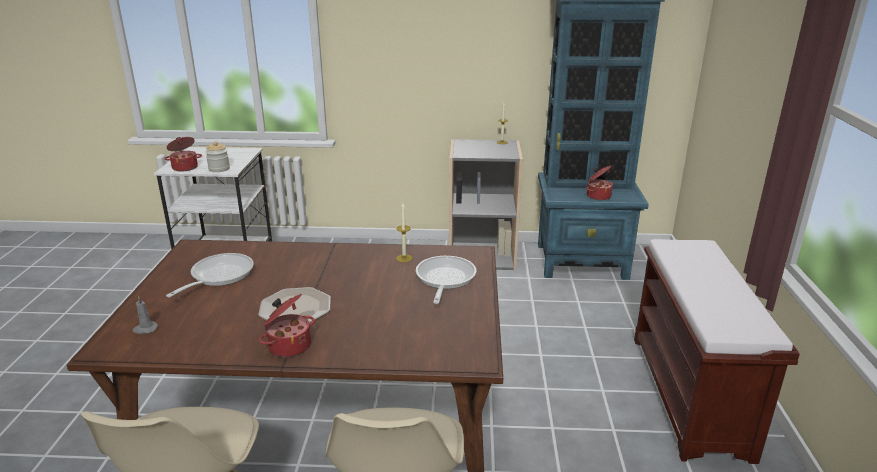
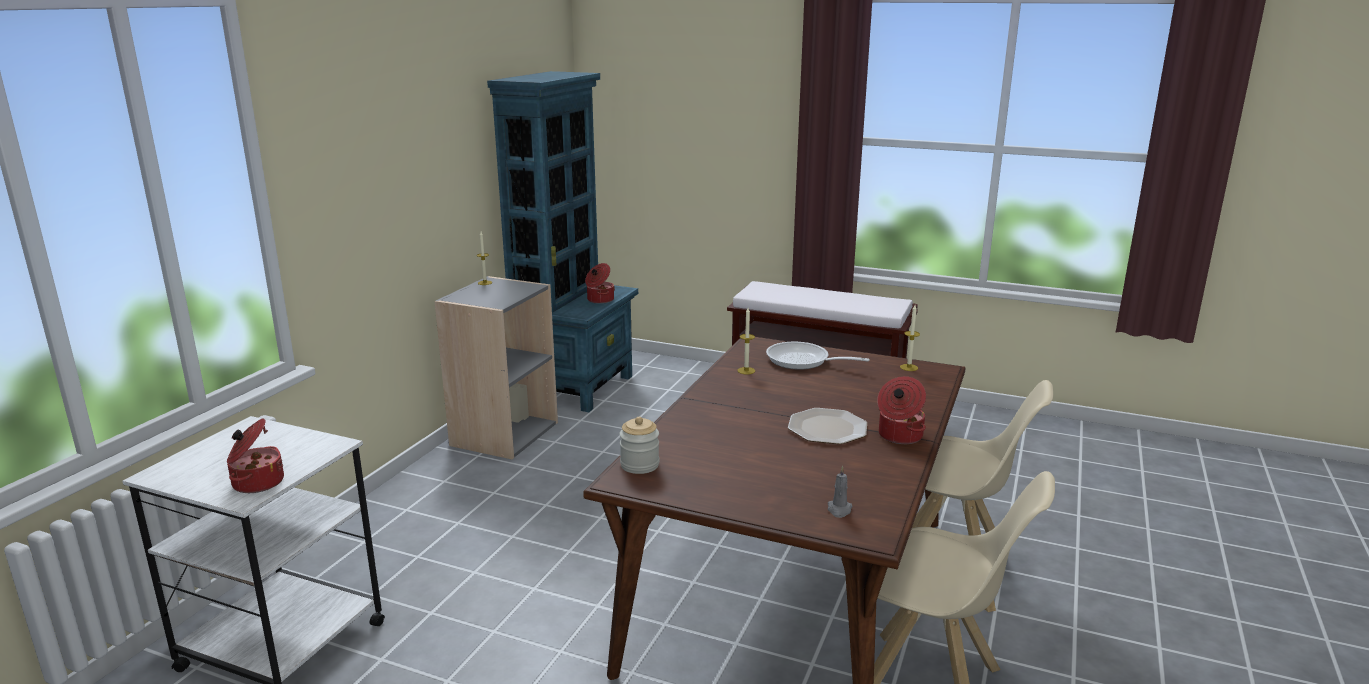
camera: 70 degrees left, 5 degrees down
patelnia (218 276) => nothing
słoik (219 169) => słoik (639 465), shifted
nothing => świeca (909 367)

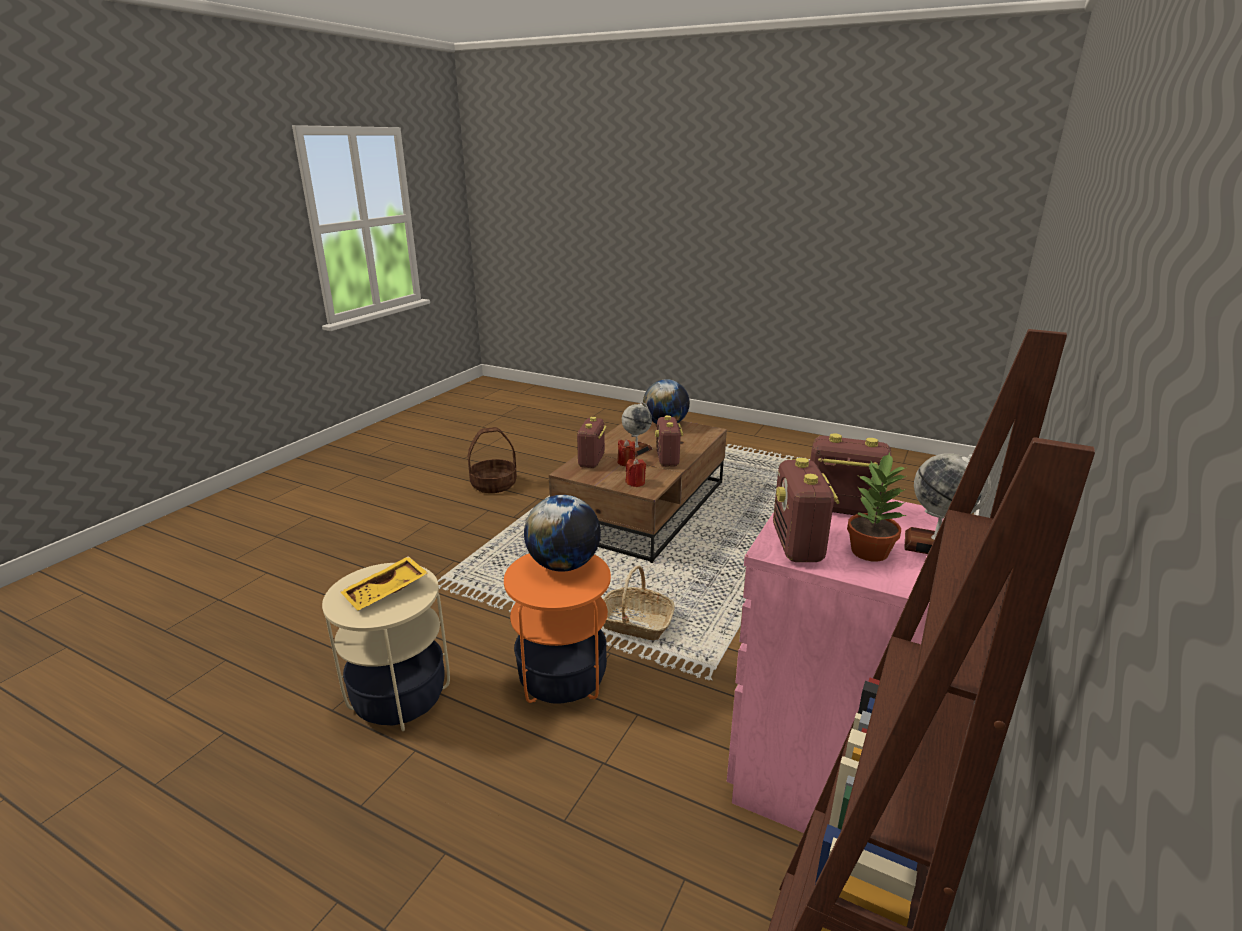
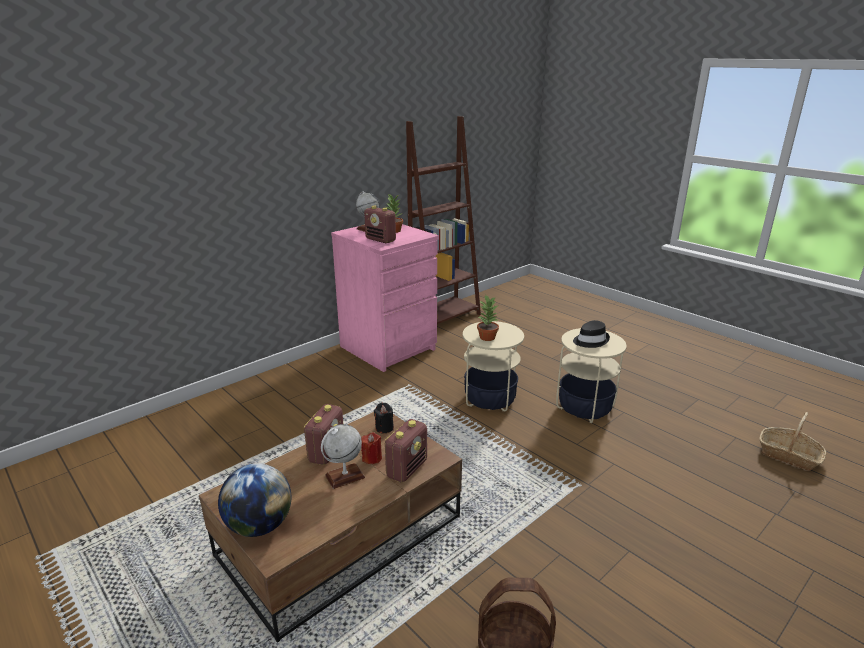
camera: 160 degrees left, 0 degrees up
taca [żółty] (386 592) => kapelusz [czarny] (590 340)
stolik [pomarańczowy] (562 680) => stolik [beżowy] (490 400)
globus (564 565) => roślina doniczkowa (487 337)
koszyk (635 623) => koszyk (788 455), shifted
świeca [czerwony] (635 483) => świeca [czarny] (384 428)
radio (798 545) => nothing

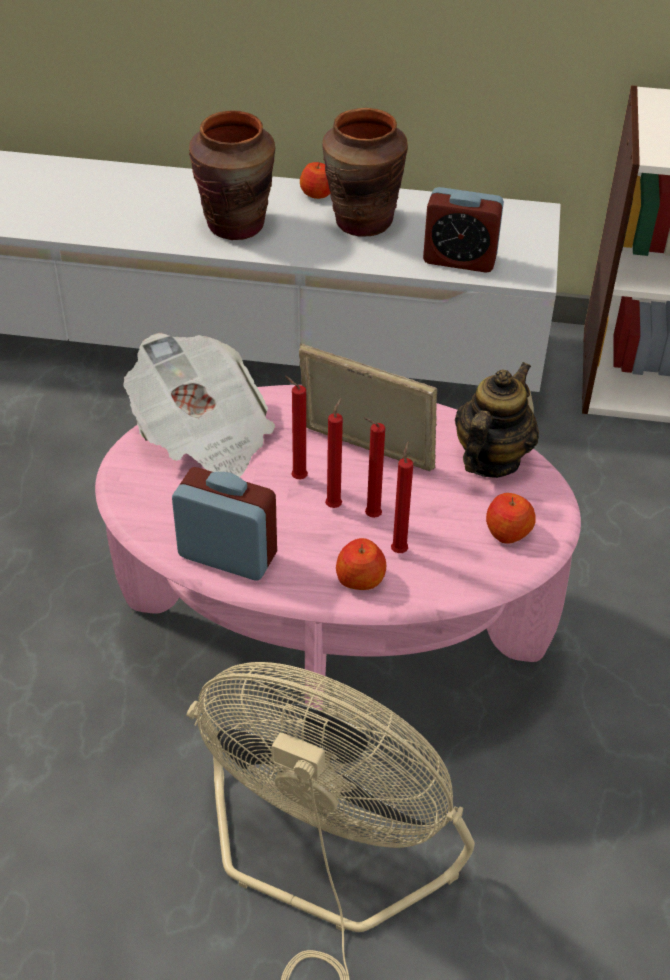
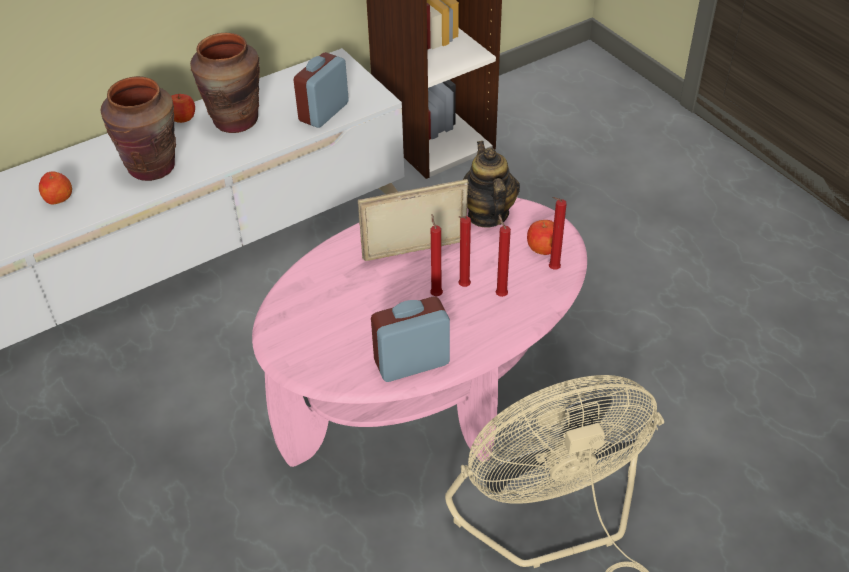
camera: 40 degrees left, 0 degrees up
gazeta (203 435) => nothing
świeca [czerwony] (297 477) => świeca [czerwony] (552 269), shifted
jabłko (360 578) => jabłko (58 198), shifted
budzik (459 259) => budzik (324 112), 150 degrees clockwise

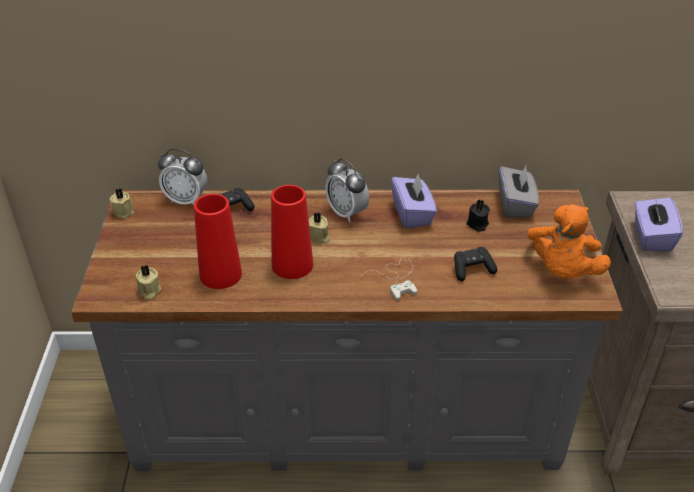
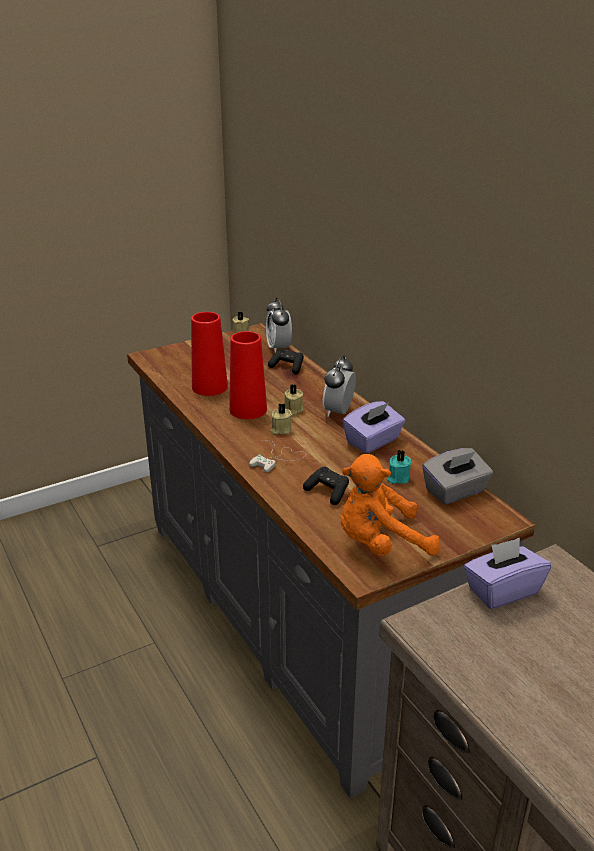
camera: 60 degrees right, 10 degrees down
świeca [beżowy] (149 291) => świeca [beżowy] (280 429), shifted
świeca [czarny] (477 224) => świeca [turkusowy] (397 478)

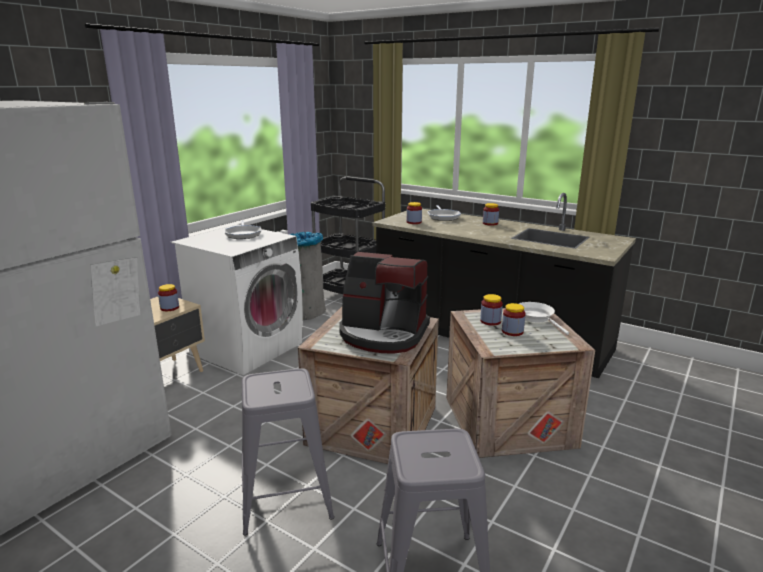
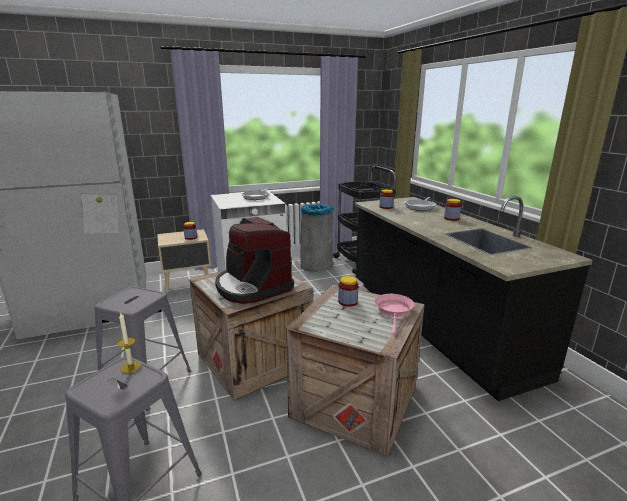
camera: 35 degrees right, 0 degrees up
słoik (512 331) => nothing
patelnia [biały] (536 318) => patelnia [różowy] (394 312)
nothing => świeca (131 367)

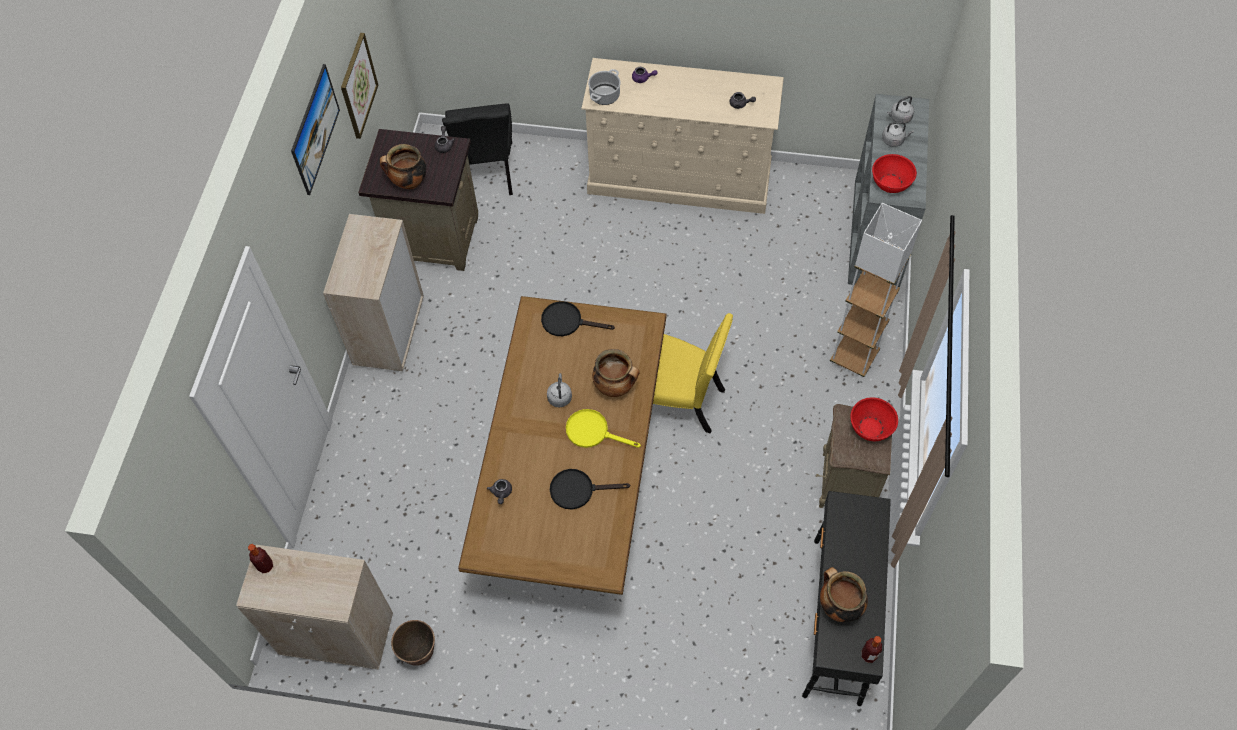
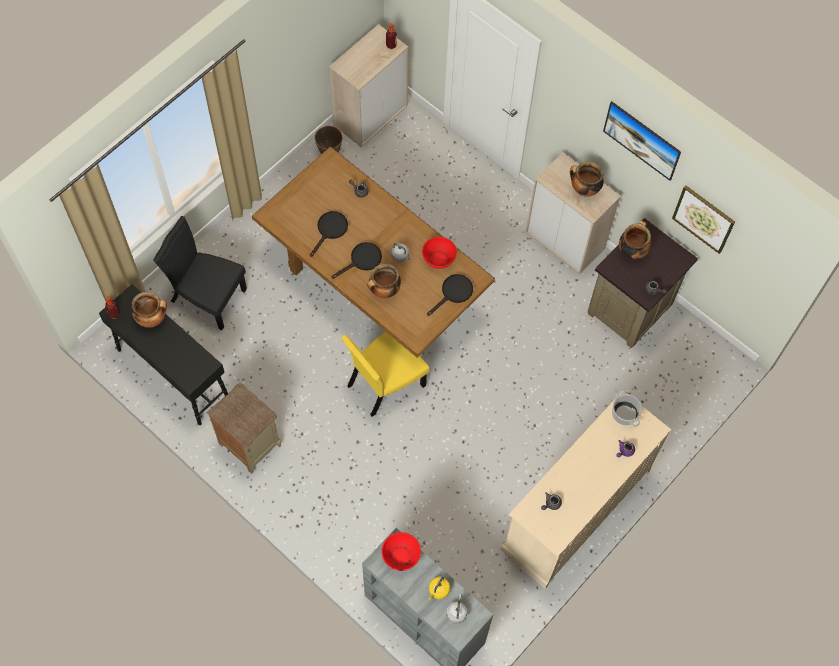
camera: 120 degrees right, 5 degrees up
krzesło [czarny] (486 169) => krzesło [czarny] (209 298), shifted
patelnia [żółty] (593 431) => patelnia [czarny] (362 260)
lampa stojąca [biały] (854 357) => nothing
miska [czerwony] (871 428) => miska [czerwony] (438 259), shifted
czajnik [szary] (894 140) => czajnik [żółty] (438 590)
nothing => garnek (584 189)

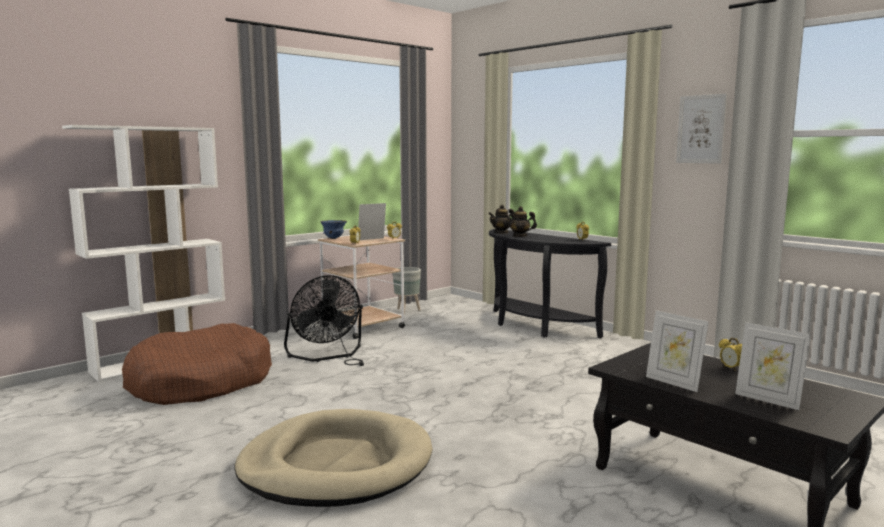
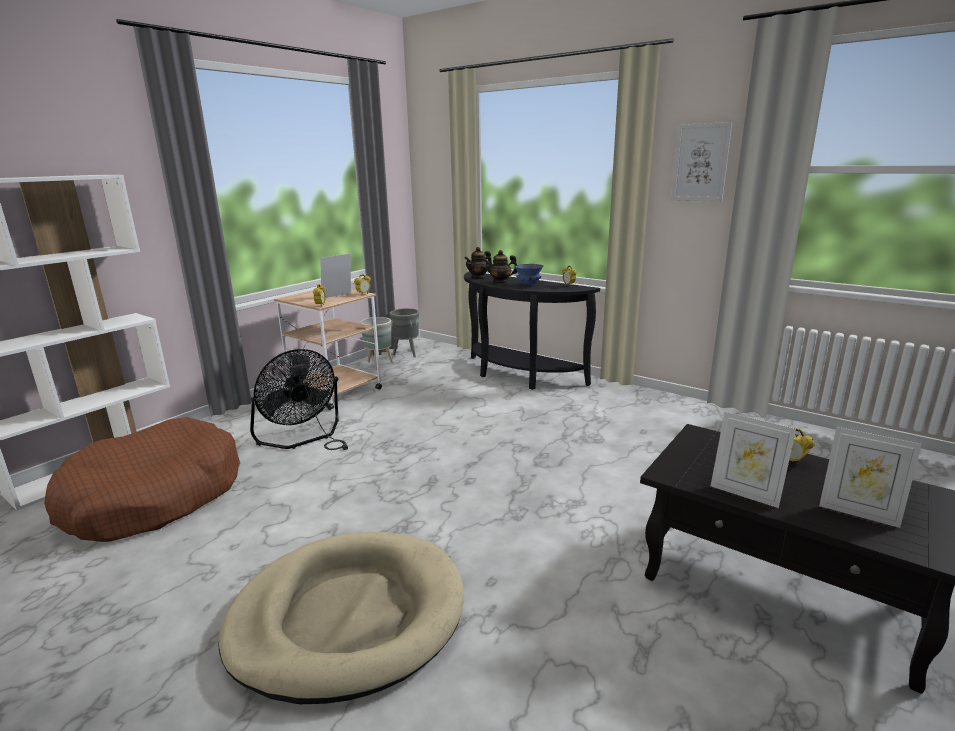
camera: 10 degrees left, 10 degrees up
miska [niebieski] (334 238) => miska [niebieski] (528 285), shifted
nothing => donica [szary] (406 354)

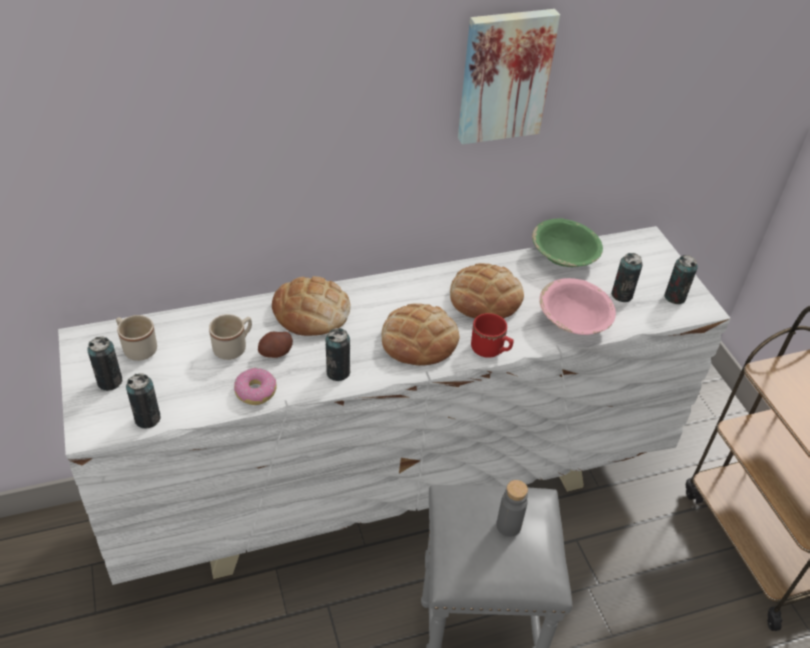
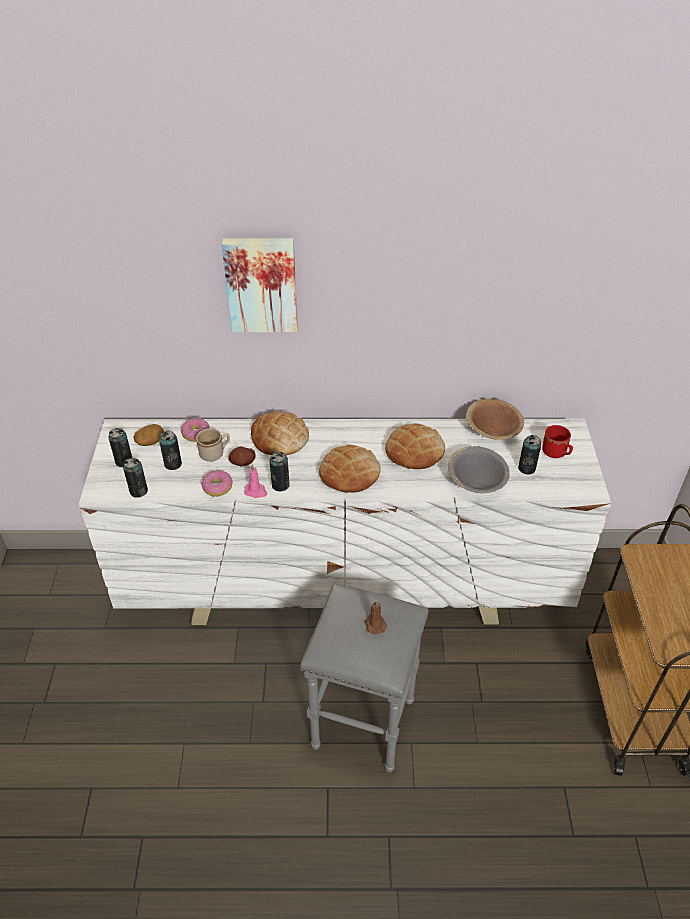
camera: 20 degrees right, 0 degrees up
kubek [beżowy] (137 348) => ziemniak (150 441)
obraz (504 75) => obraz (261 284), shifted
kubek [czerwony] (491 350) => kubek [czerwony] (556 453), shifted
butelka [szary] (508 526) => świeca [brązowy] (375 624)
miska [zielony] (564 257) => miska [brązowy] (493 430)
miska [różowy] (573 321) => miska [szary] (476 481)
puszka (674 297) => puszka (173 464), shifted
nothing => donut (195 434)
nothing => świeca [różowy] (256 491)

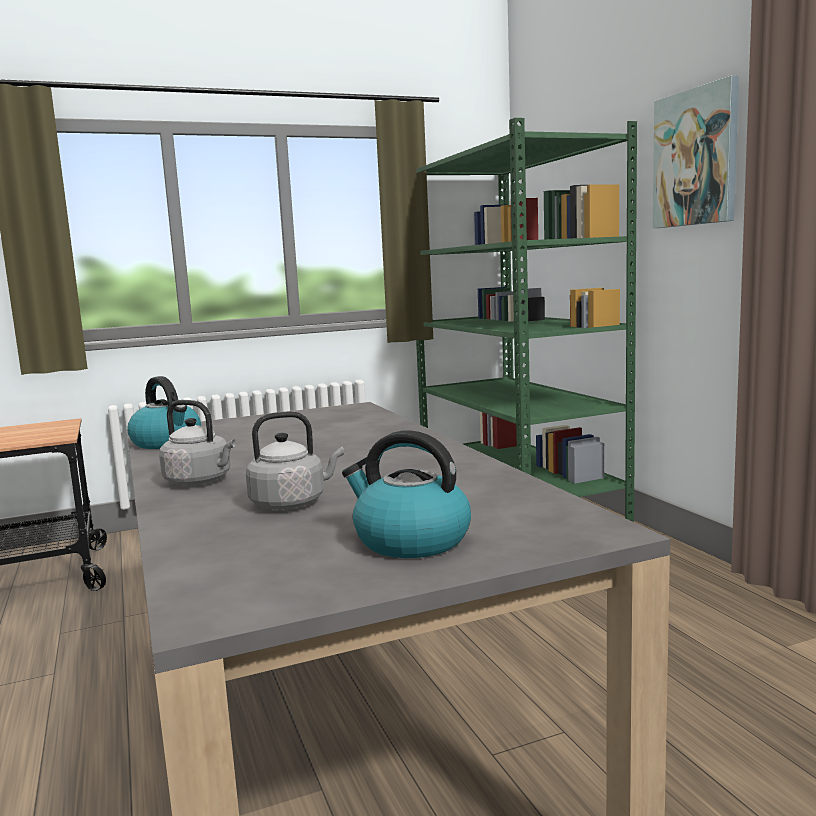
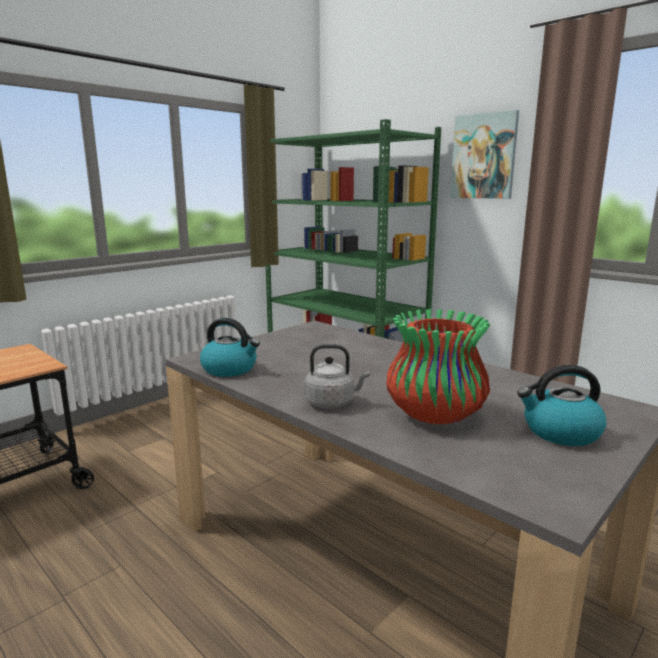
camera: 25 degrees left, 5 degrees up
czajnik [szary] (292 503) => wazon (434 413)

